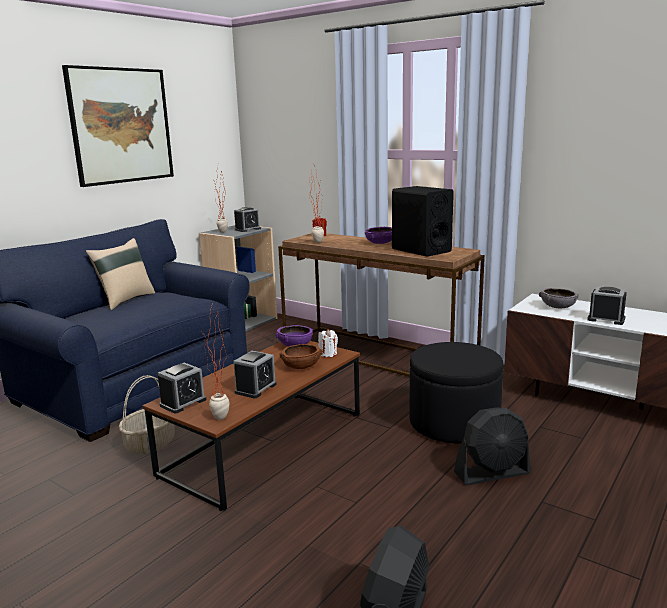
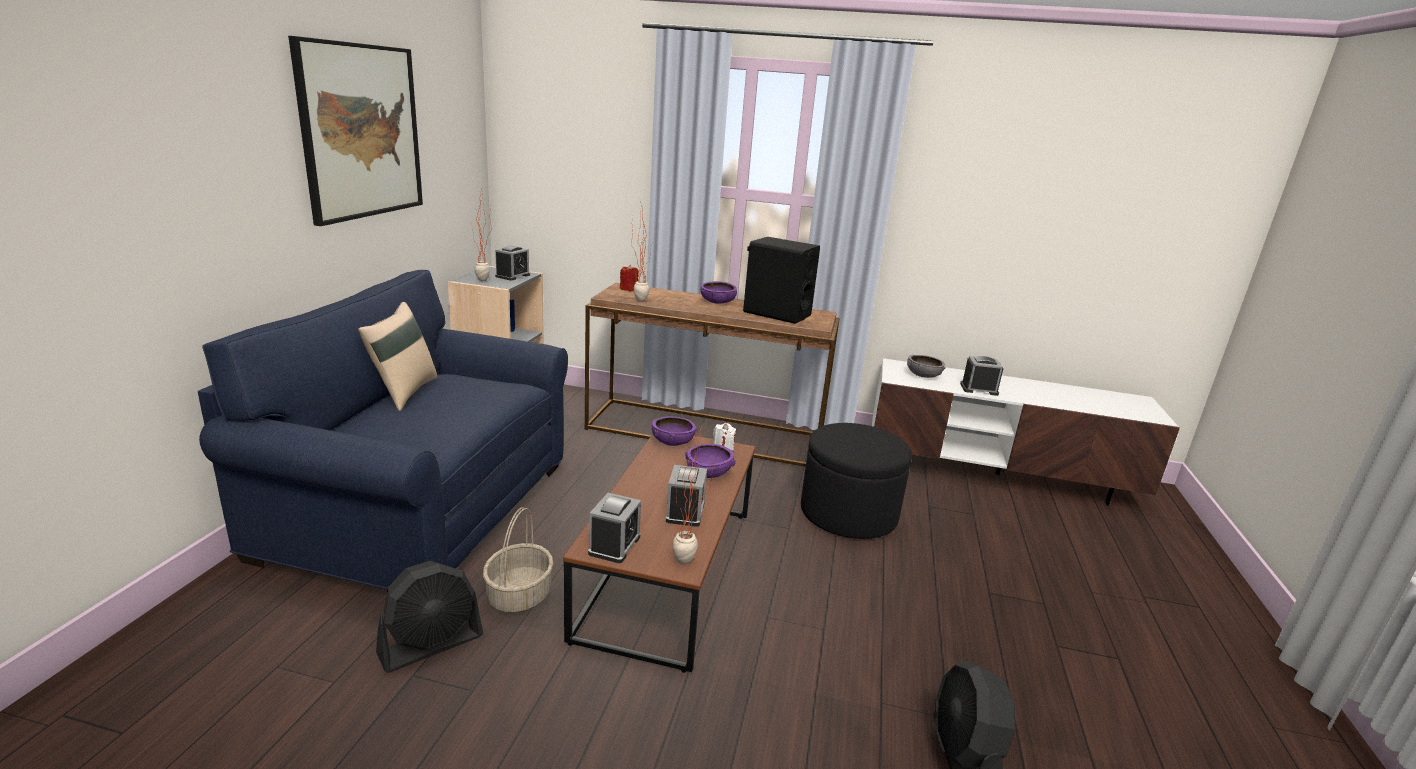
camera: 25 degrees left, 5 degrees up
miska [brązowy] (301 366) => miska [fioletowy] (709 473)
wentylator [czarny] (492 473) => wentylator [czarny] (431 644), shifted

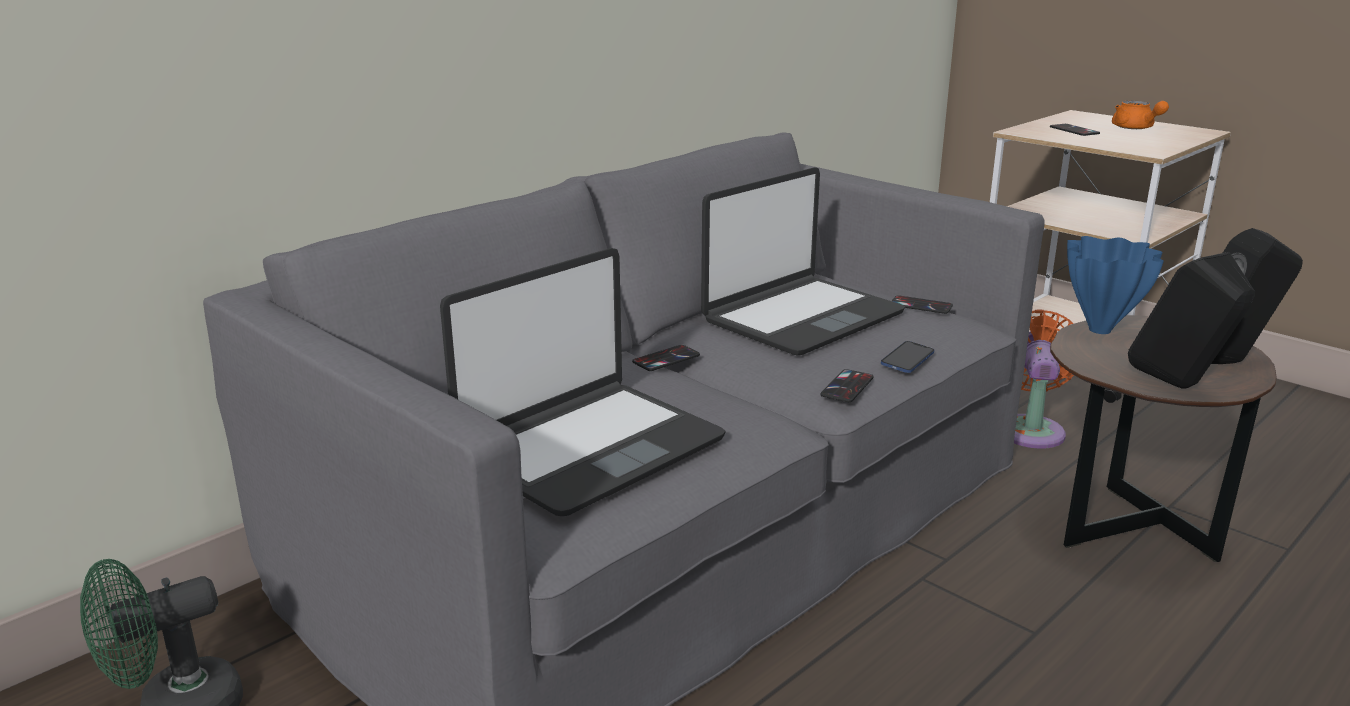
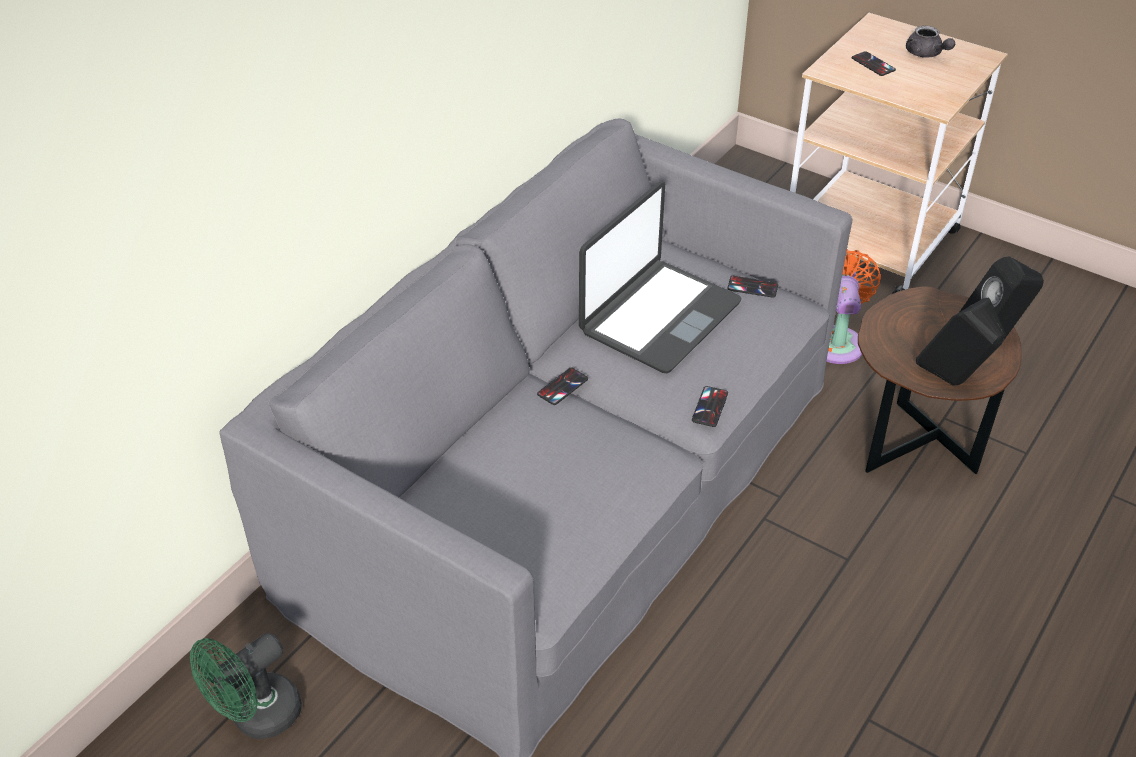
camera: 10 degrees left, 20 degrees up
laptop (589 448) => nothing
telefon (907 359) => nothing
wazon [niebieski] (1101 330) => nothing
imbryk [pomarańczowy] (1135 128) => imbryk [szary] (926 54)

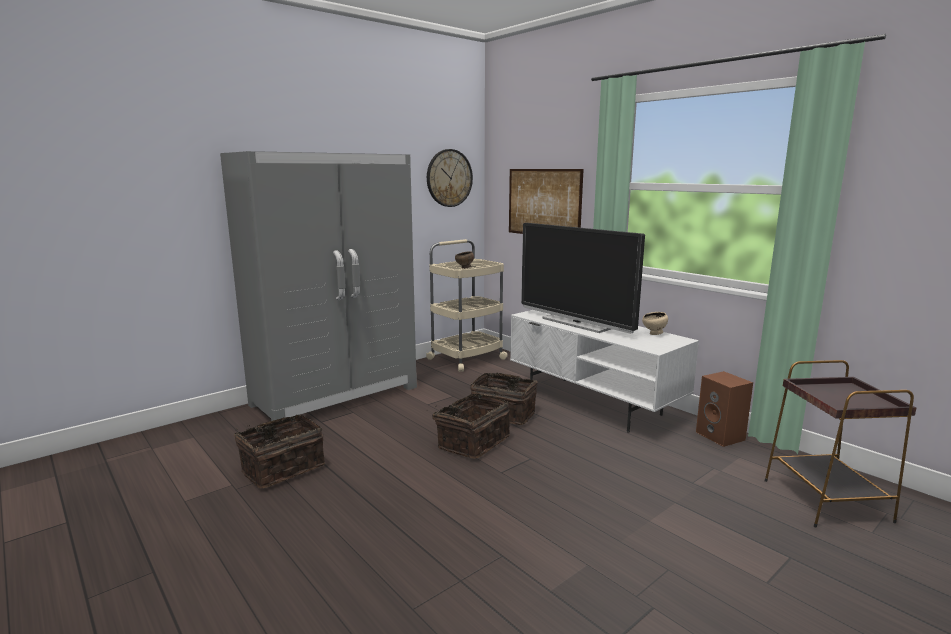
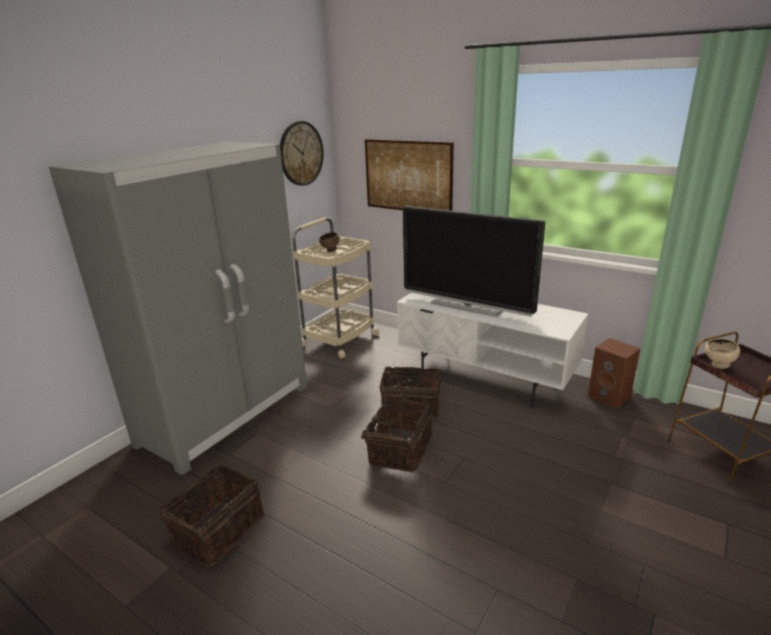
camera: 15 degrees left, 10 degrees up
miska [beżowy] (654 334) => miska [beżowy] (718 366), shifted

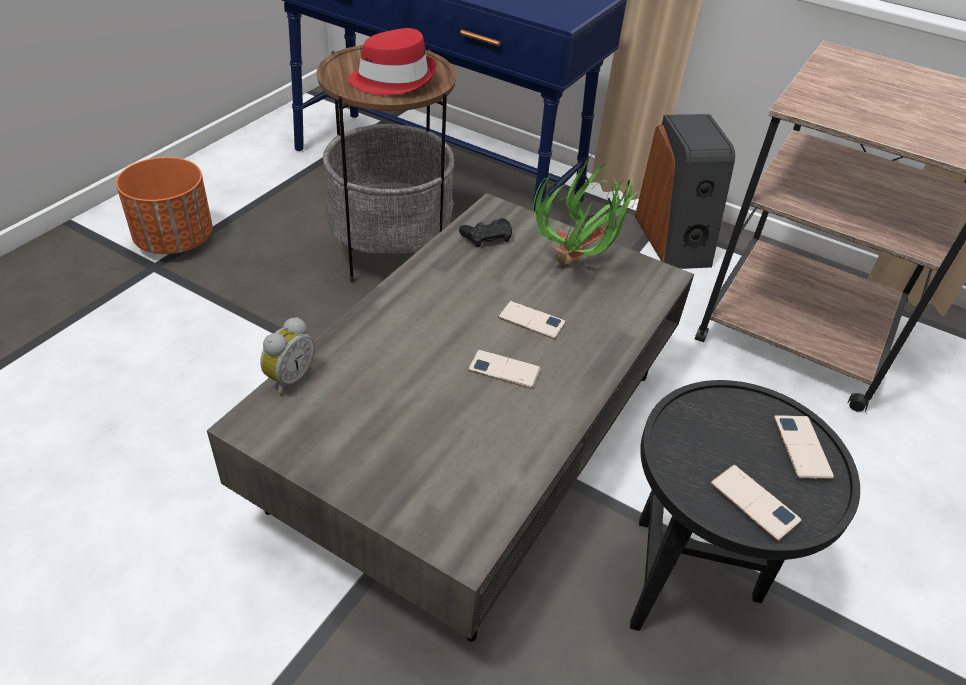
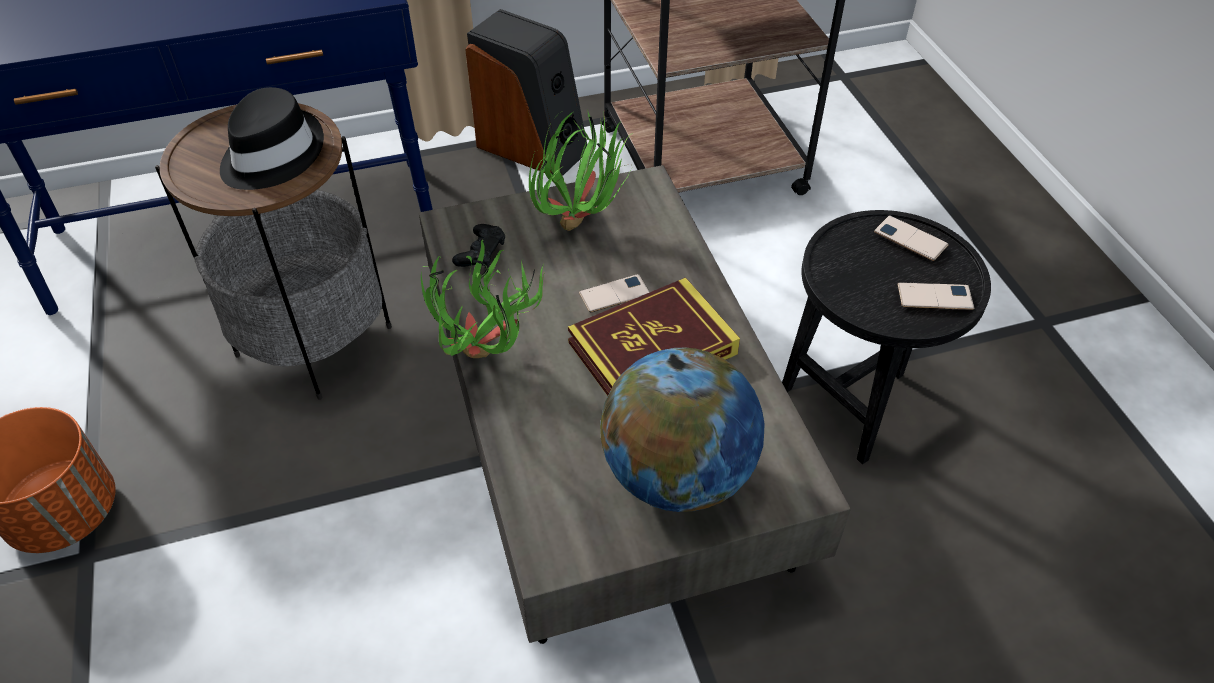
camera: 45 degrees left, 5 degrees up
budzik (289 378) => nothing
kapelusz [czerwony] (393 79) => kapelusz [czarny] (271 155)
telefon (504 369) => książka (652 348)
nothing => roślina doniczkowa (489 362)
nothing => globus (677 475)

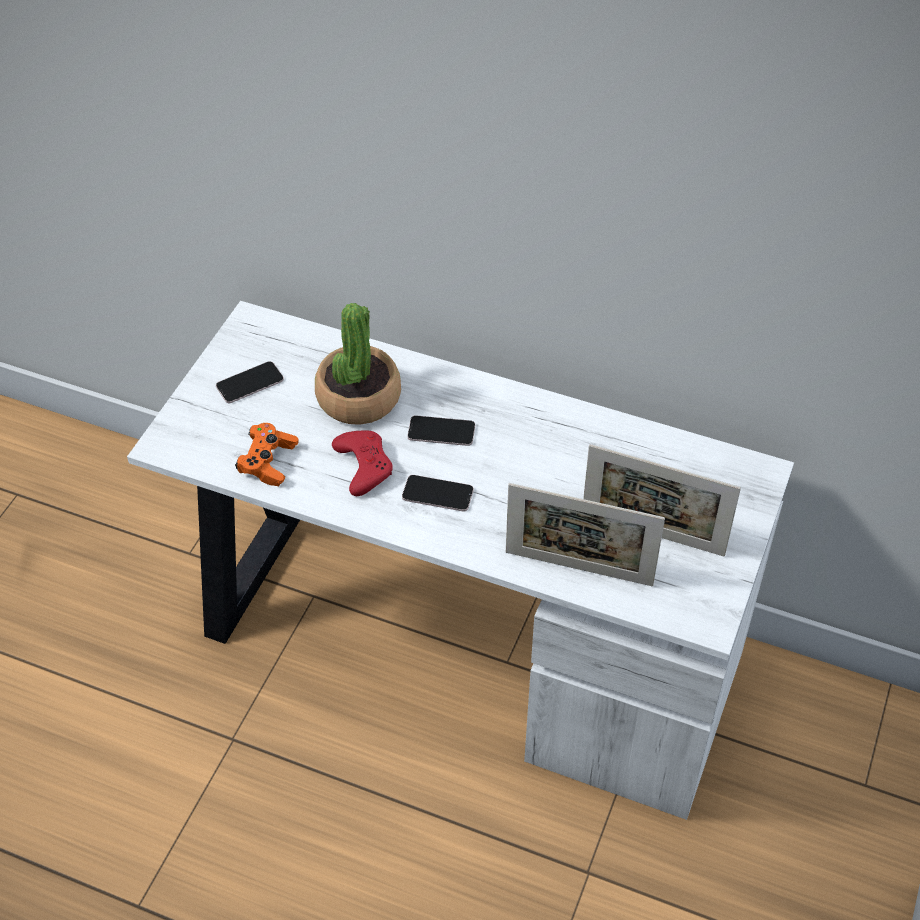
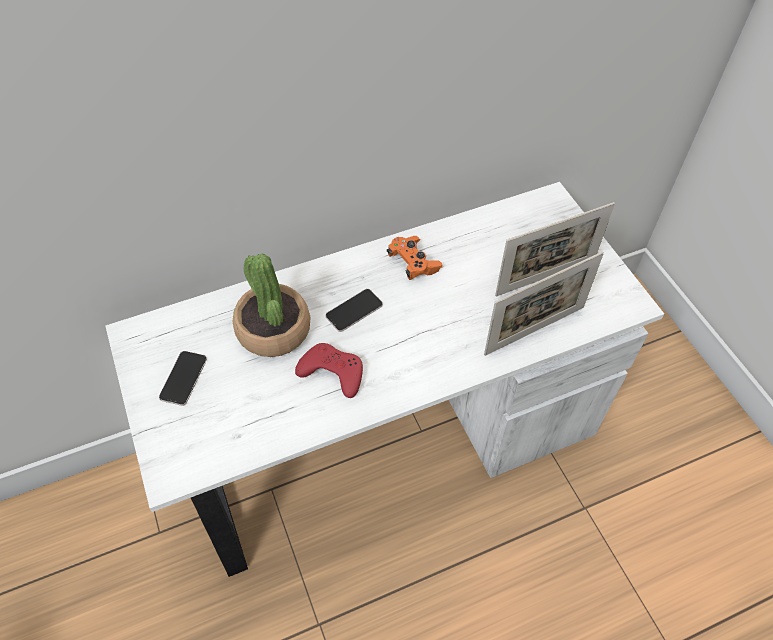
camera: 45 degrees left, 5 degrees up
pad do gier [pomarańczowy] (268 462) => pad do gier [pomarańczowy] (413 263), shifted
telefon (437 494) => nothing

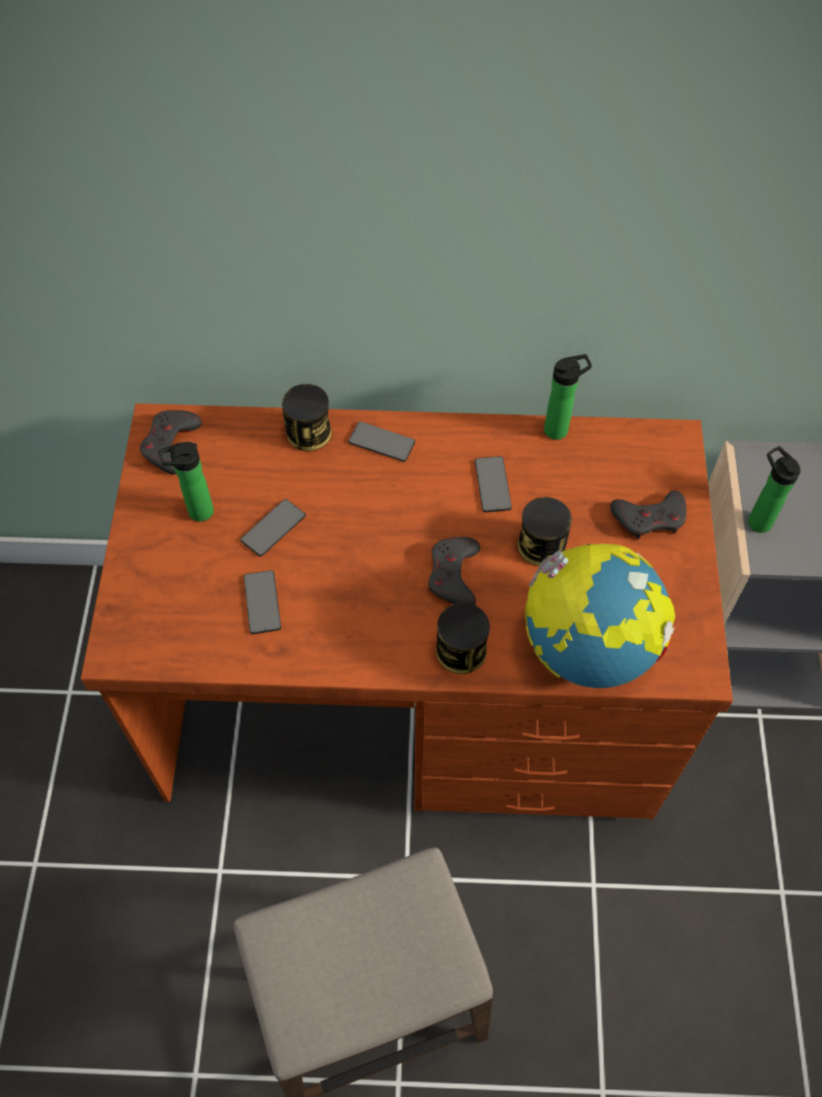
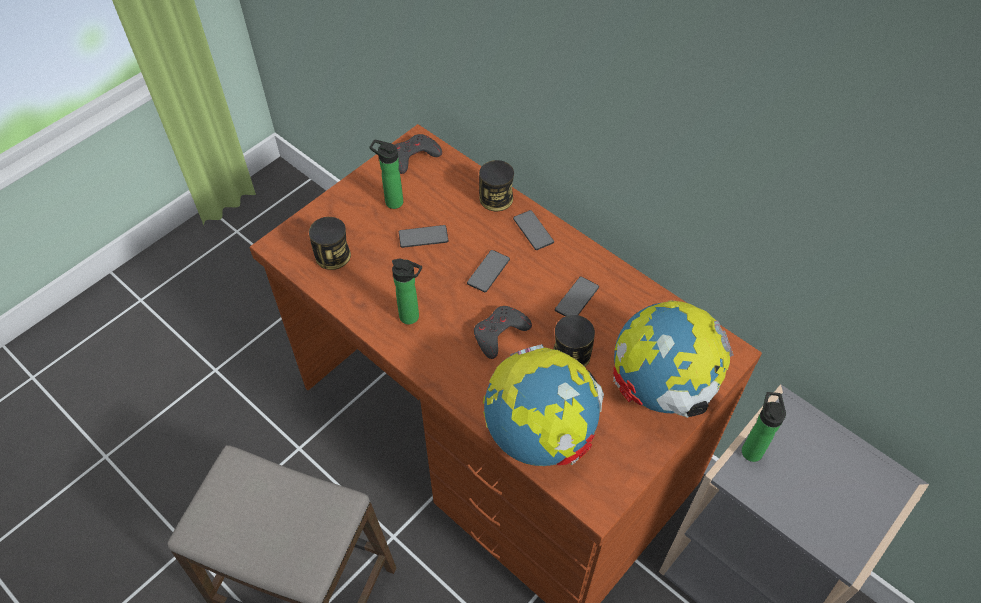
camera: 40 degrees right, 5 degrees down
telefon (262 602) => telefon (488 271), shifted
puszka (461 651) => puszka (332 255), shifted
butelka (559 429) => butelka (412 317), shifted
pad do gier [szary] (650 518) => globus (661 387)

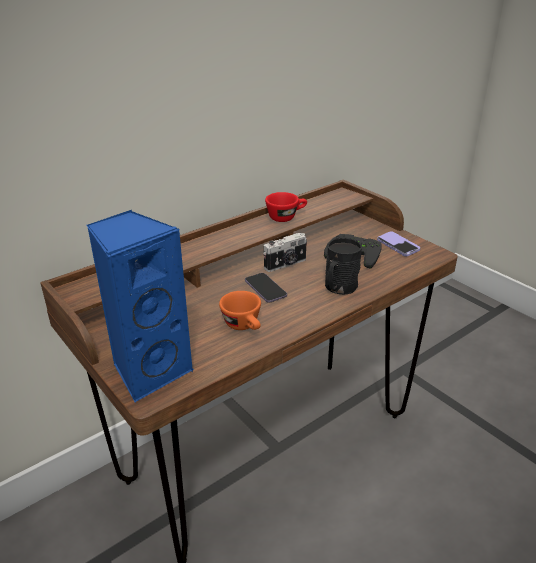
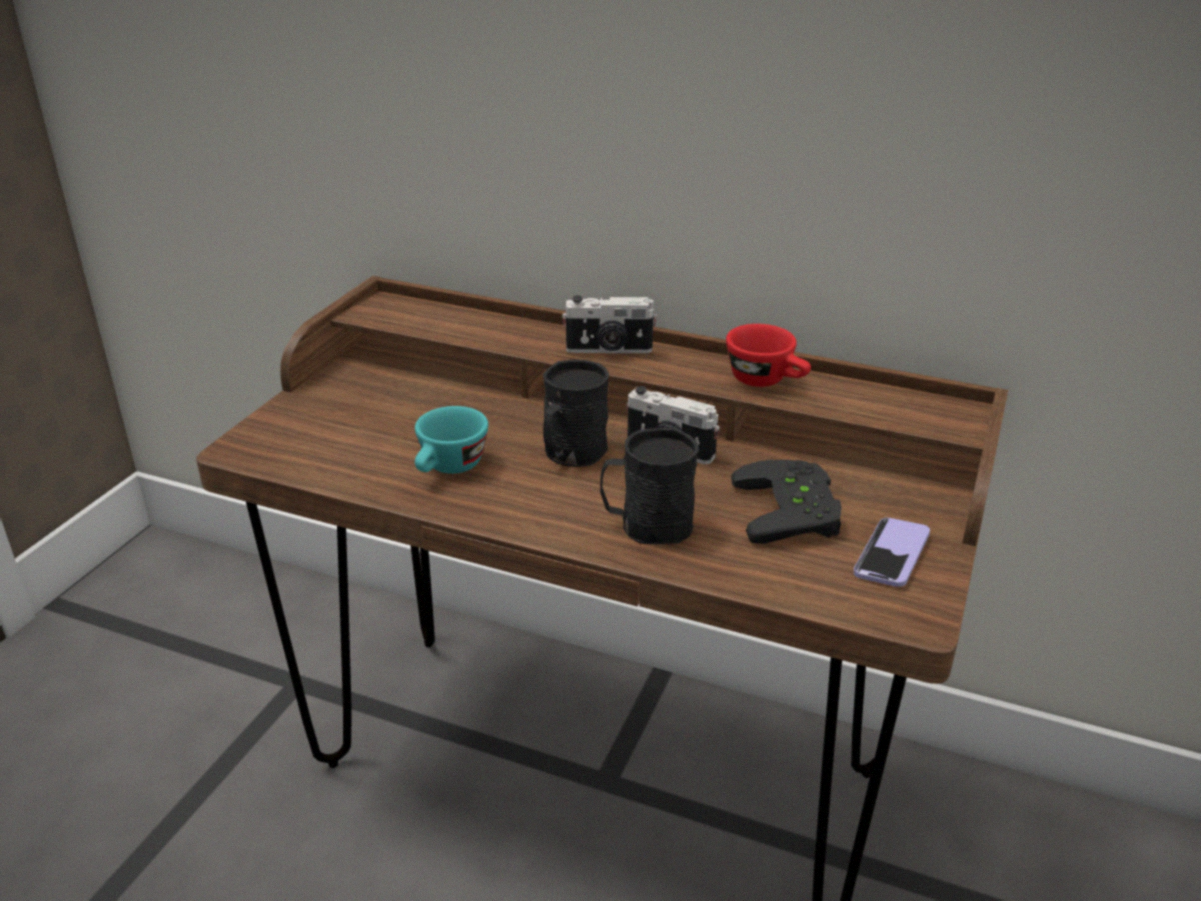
camera: 60 degrees right, 0 degrees up
głośnik [niebieski] (150 371) => nothing
filiżanka [pomarańczowy] (244 326) => filiżanka [turkusowy] (449 468)
telefon (265 289) => kubek [czarny] (571 454)
nothing => aparat fotograficzny (609 350)

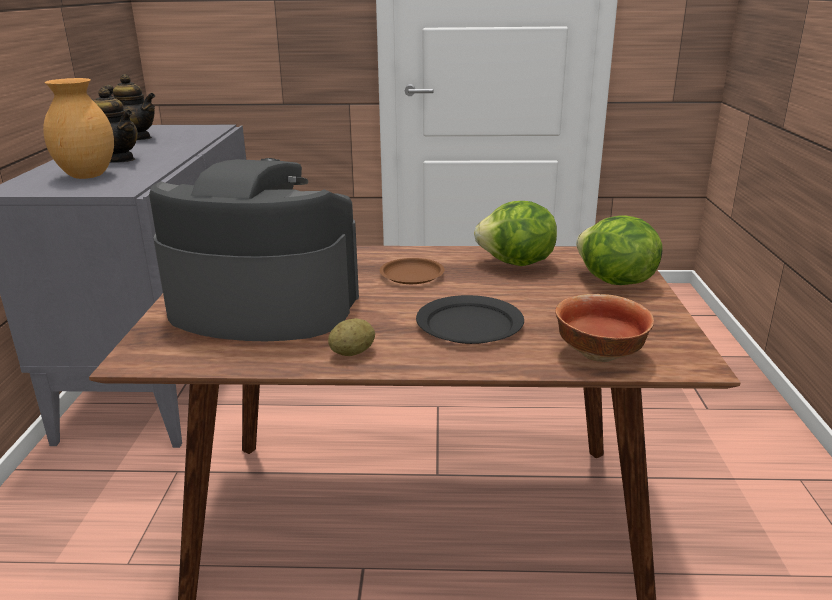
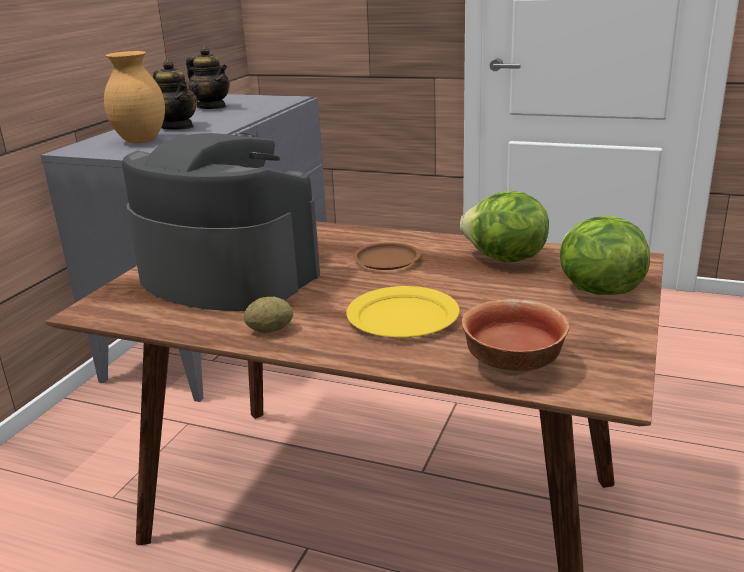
camera: 20 degrees right, 0 degrees up
talerz [czarny] (470 324) => talerz [żółty] (403 317)

